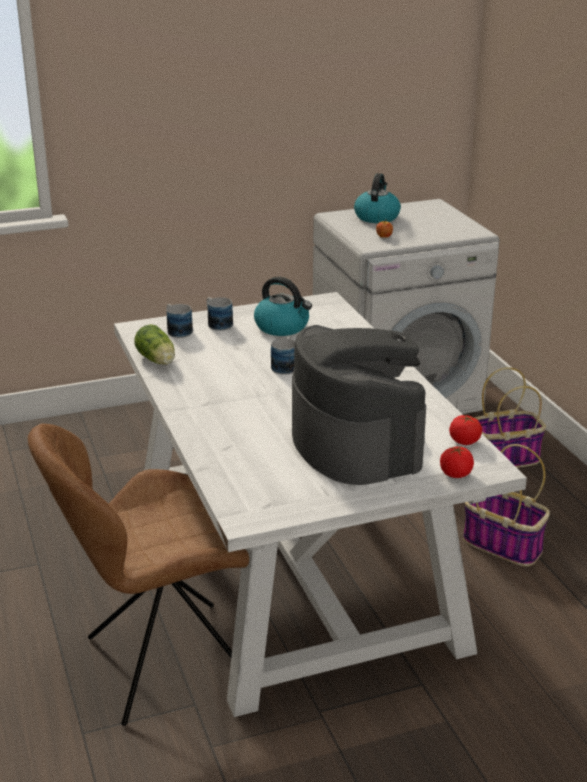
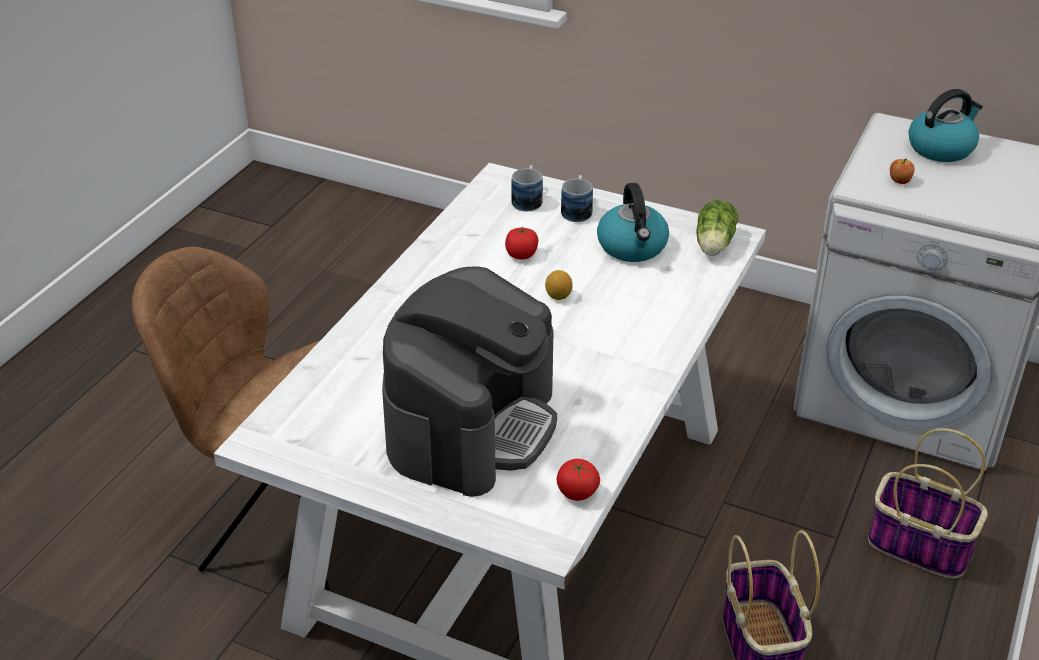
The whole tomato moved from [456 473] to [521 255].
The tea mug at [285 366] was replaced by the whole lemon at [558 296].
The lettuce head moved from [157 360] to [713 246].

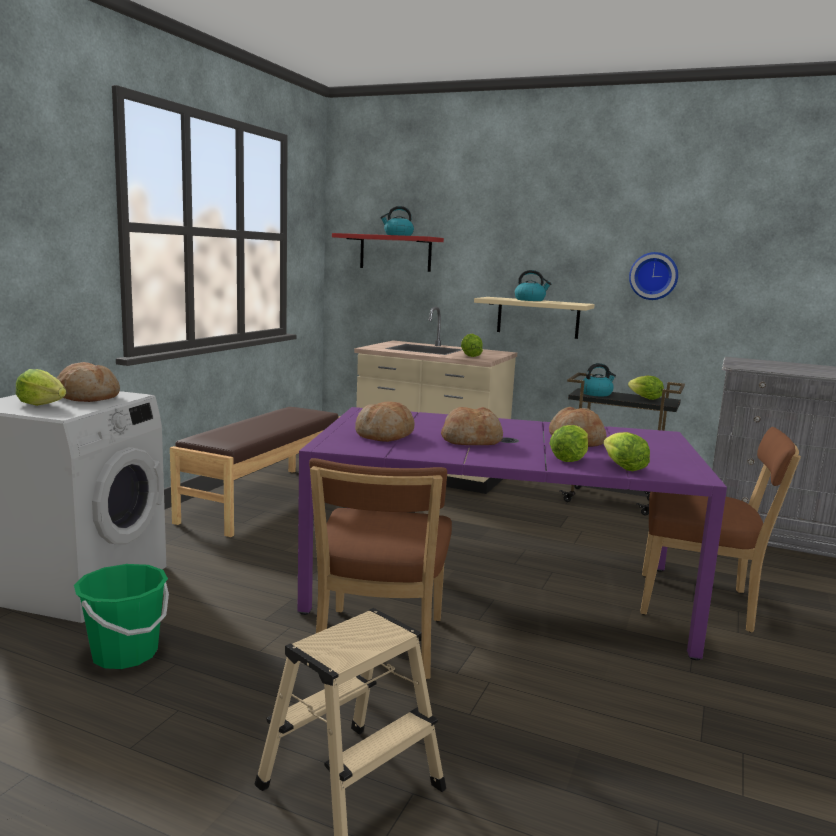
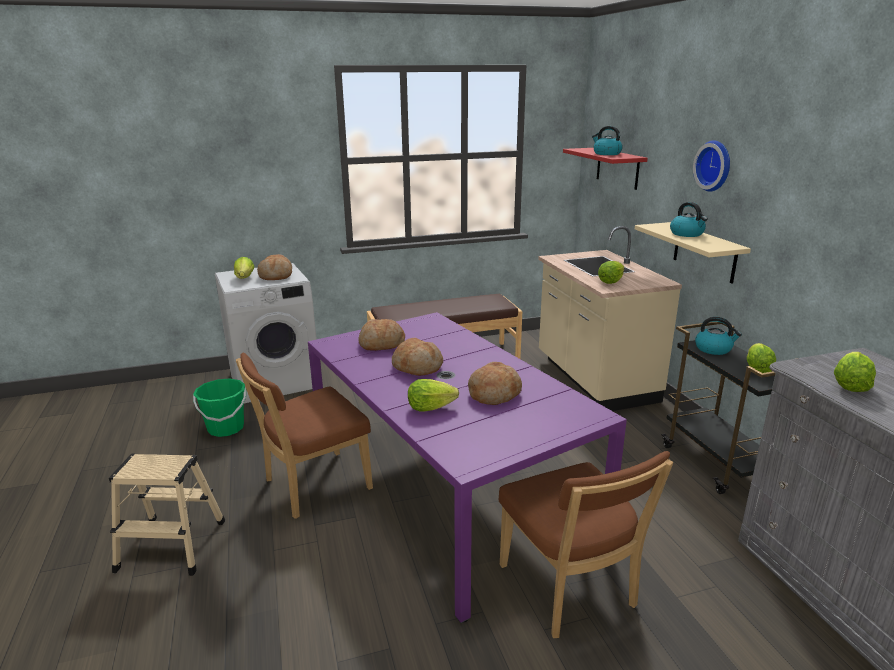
The hanging clock moved from [653 276] to [715 166].
The lettuce head moved from [623 467] to [850 386].

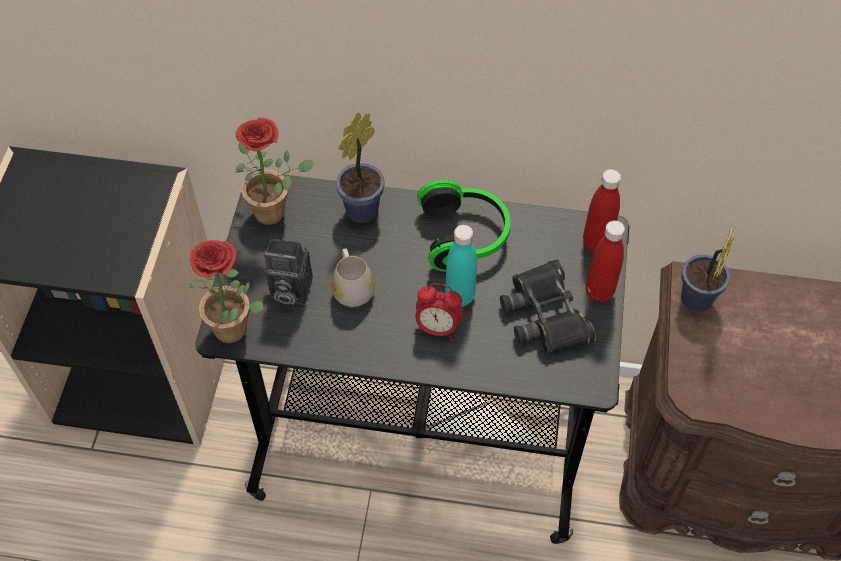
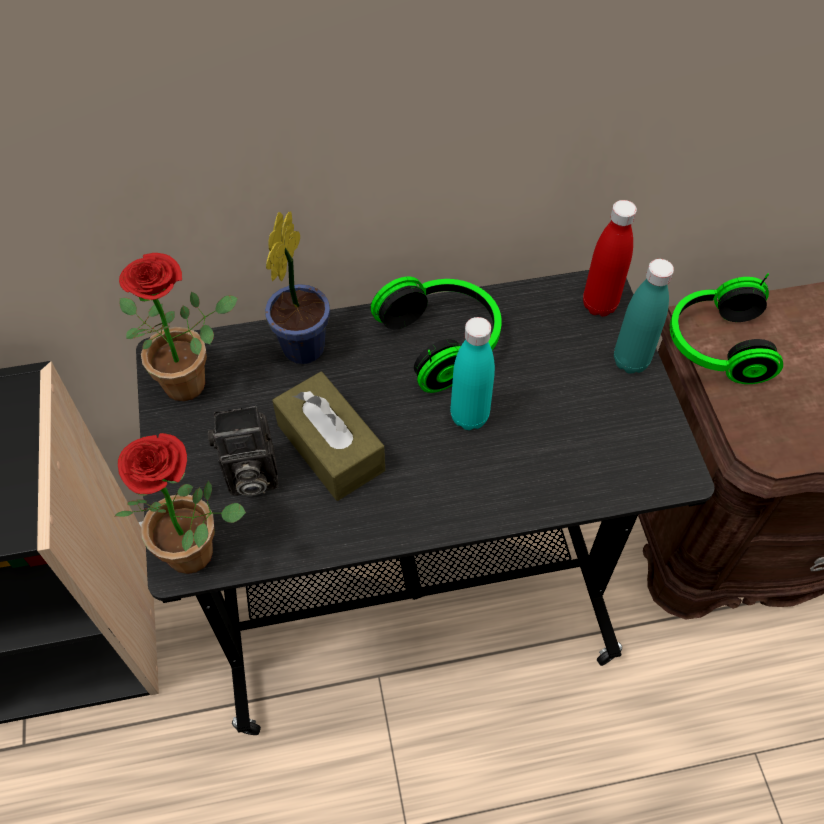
The white-coloured tea mug at [352 288] was replaced by the brown box of tissues at [330 447].
The red-coloured bottle at [599 292] became the blue-green bottle at [630 361].
The plant in a pot at [695 303] was replaced by the pair of headphones at [715 345].
The bedside clock at [437 328] disappeared.
The blackish binoculars at [546 314] disappeared.

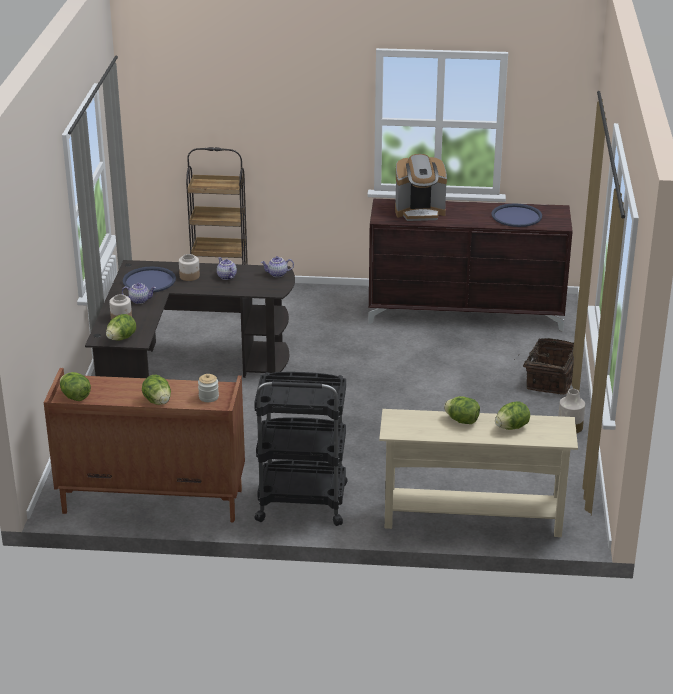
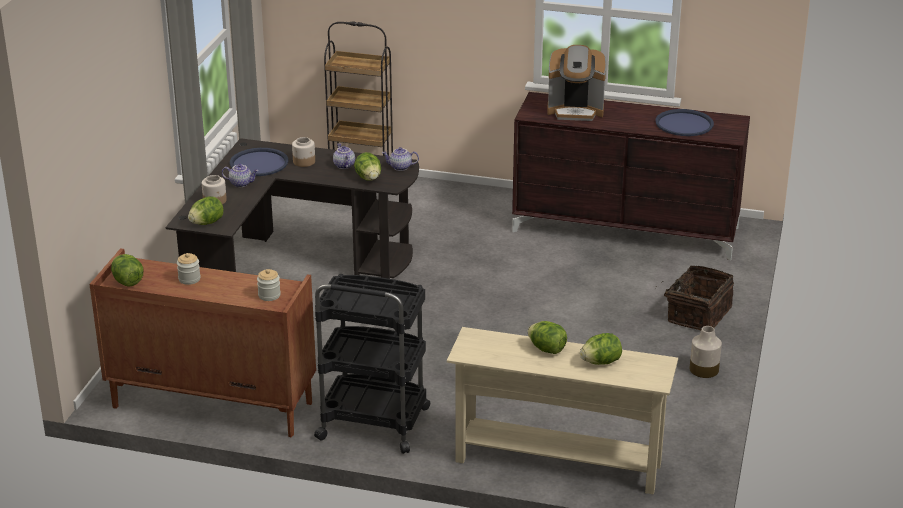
The preserve jar at [189 279] appeared.
The lettuce head moved from [158 401] to [368 178].

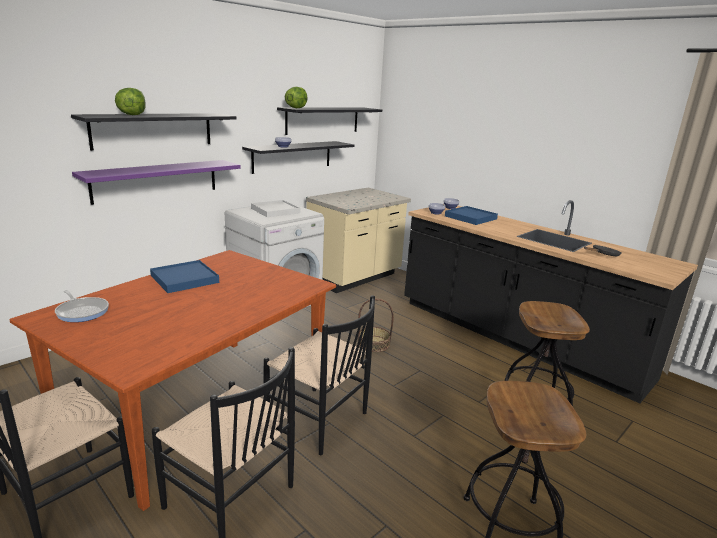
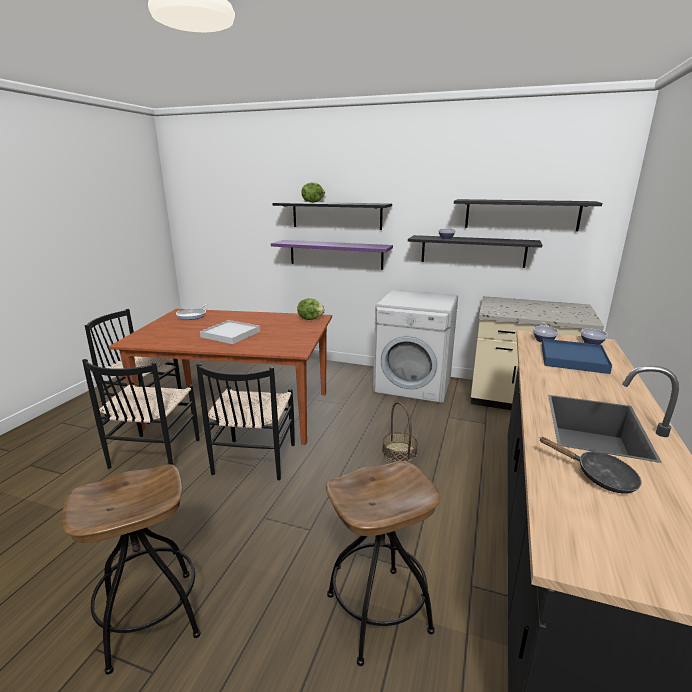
The white-coloured tray moved from [275 211] to [231 334].
The lettuce head moved from [296 108] to [310 318].
The blue tray at [184 279] disappeared.

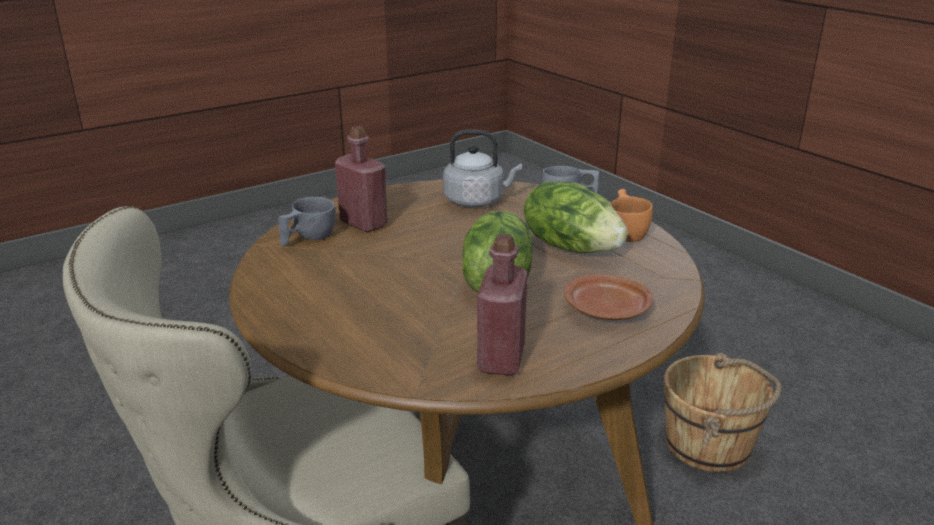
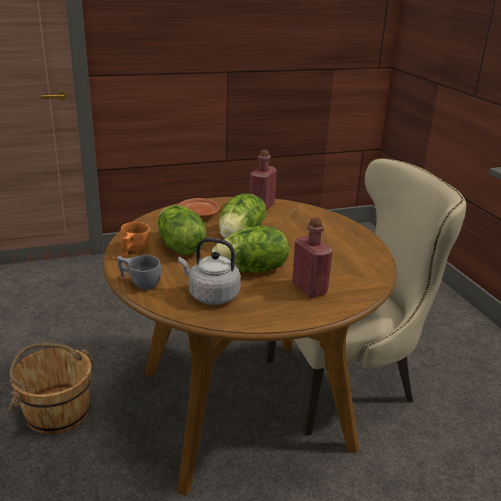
The lettuce head at [252 270] appeared.
The grey drinking cup at [307 238] disappeared.

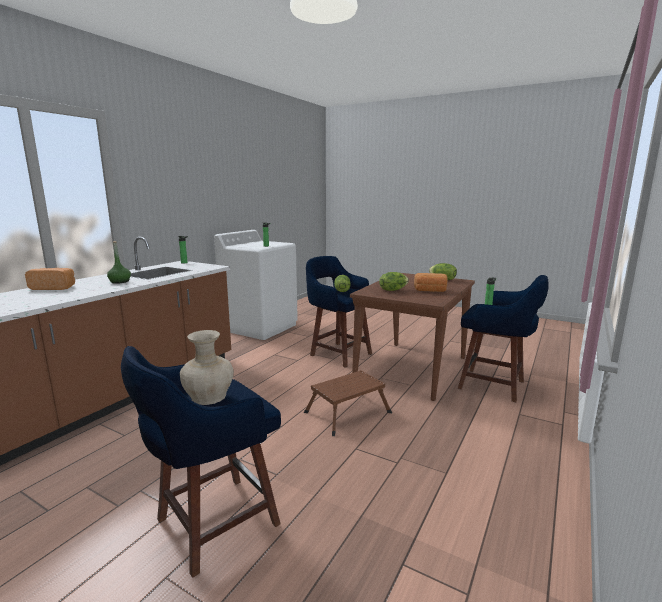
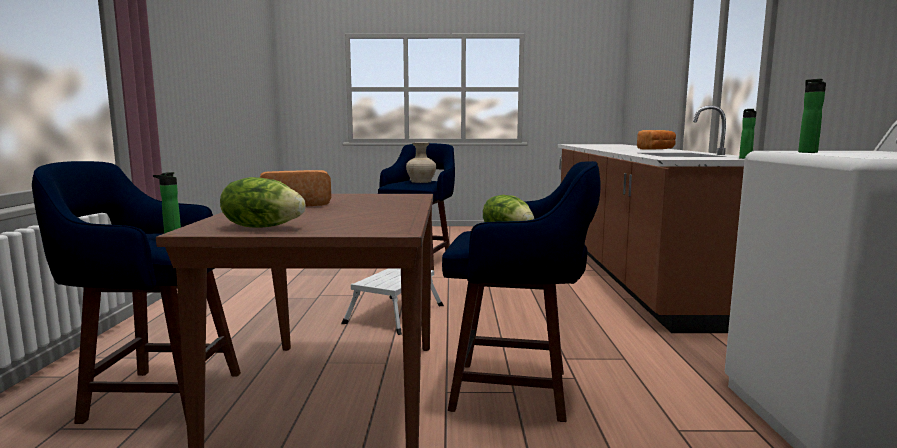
The brown step stool at [347 412] became the white-coloured step stool at [395 314].
The green-coloured bottle at [120 281] disappeared.
The lettuce head at [393 290] disappeared.

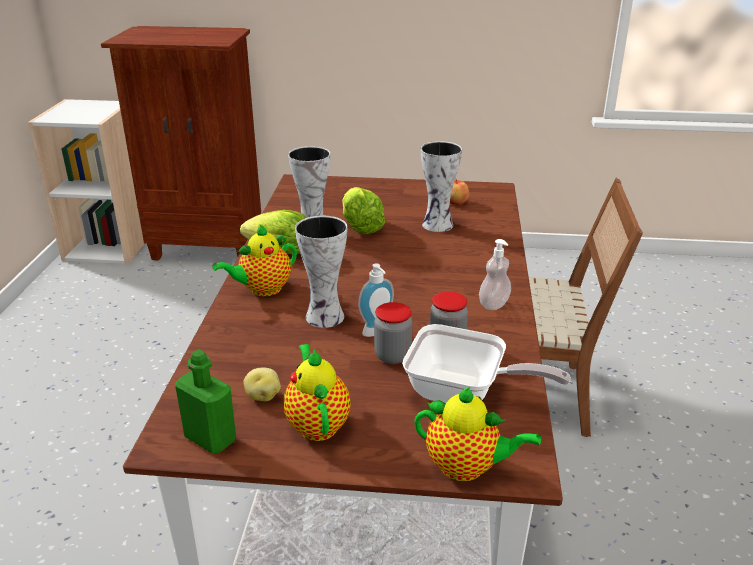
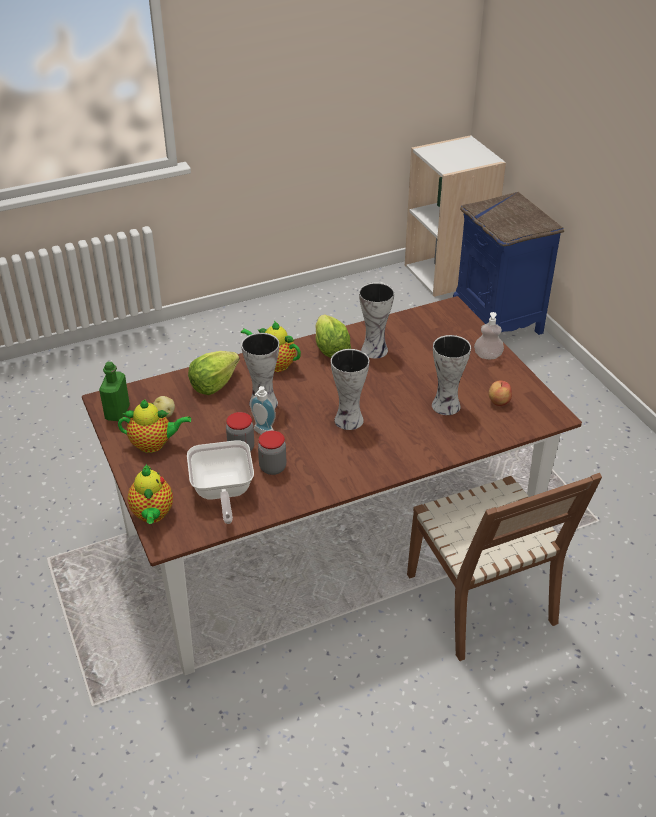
The teapot at [317 423] turned 45 degrees clockwise.
The lettuce head moved from [360 227] to [214 384].
The flower vase at [347 420] appeared.
The brown cupboard at [206 250] was replaced by the blue bedside table at [496 323].
The soap bottle moved from [493 304] to [487 355].

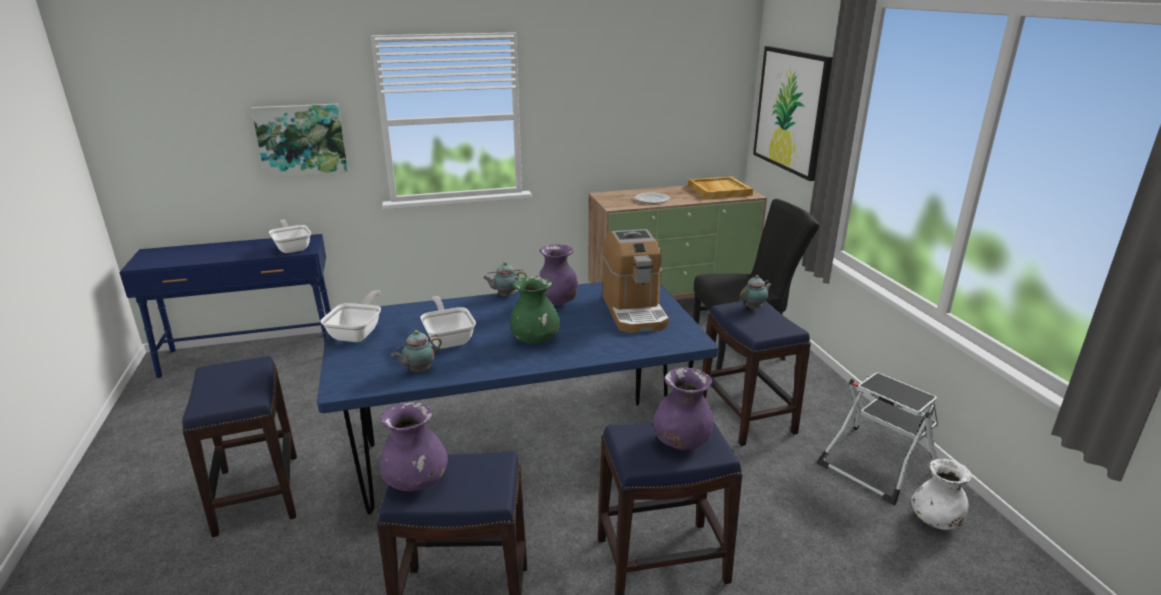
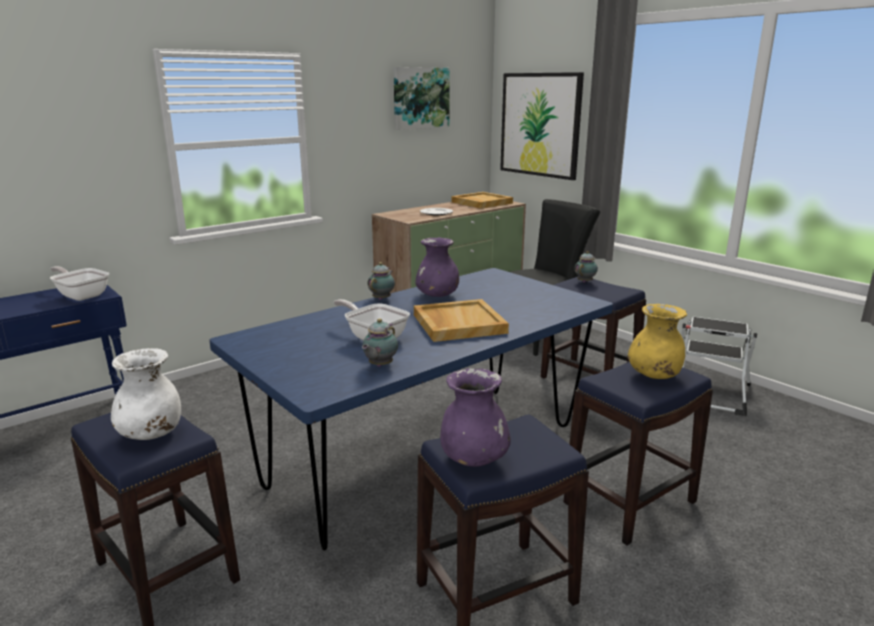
The white-coloured flower vase moved from [935 521] to [151 434].
The teapot at [505 296] turned 150 degrees clockwise.
The wall art moved from [301 139] to [420 98].
The green-coloured flower vase at [535 339] was replaced by the sand-coloured tray at [458 323].
The purple flower vase at [681 442] became the yellow-coloured flower vase at [654 375].
The frying pan at [358 333] disappeared.
The coffee brewer at [634 311] disappeared.

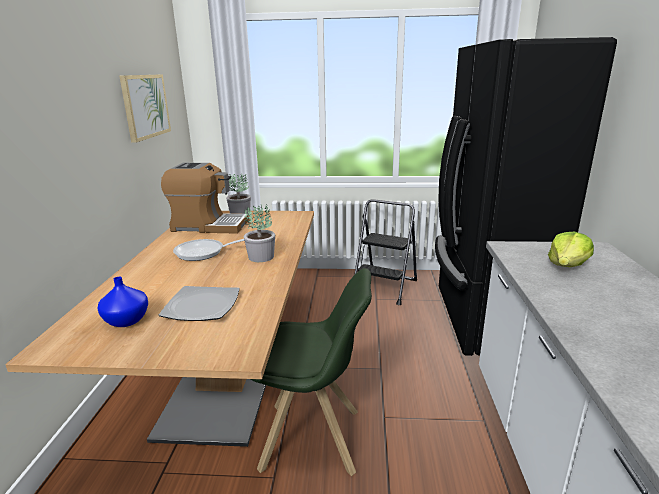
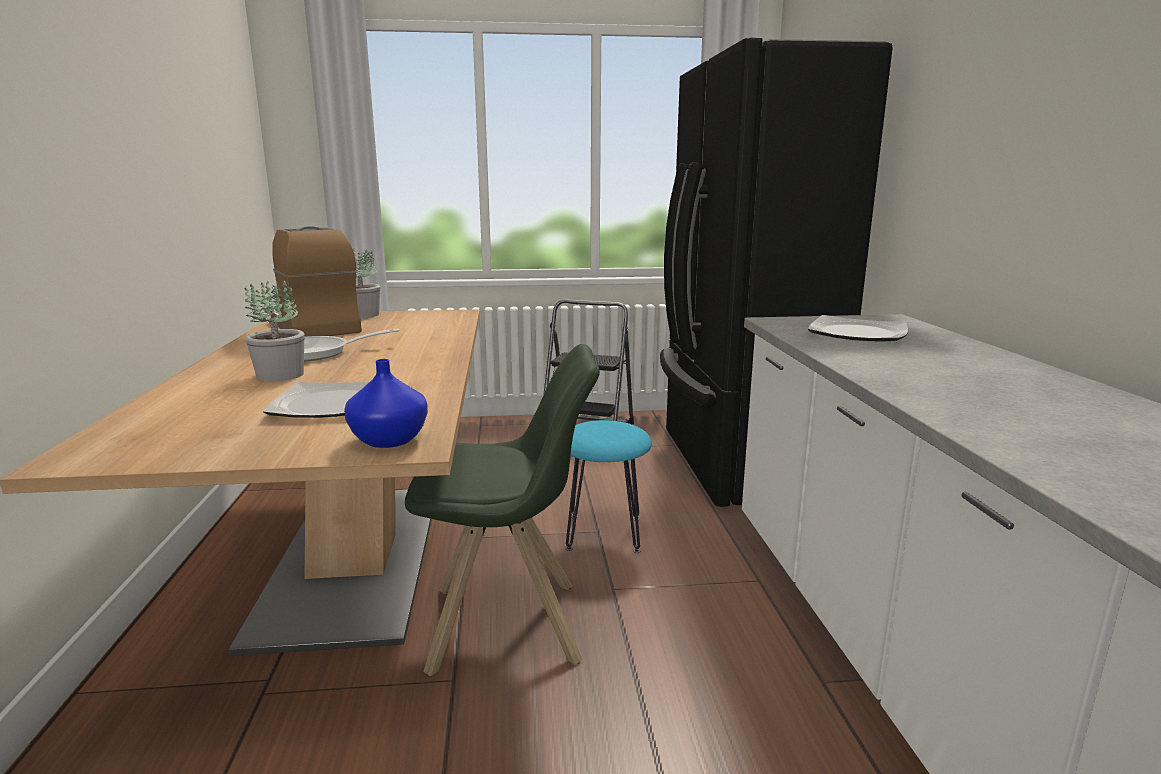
The plant in a pot moved from [261 257] to [281 375].
The coffee brewer at [209 226] turned 120 degrees counterclockwise.
The blue flower vase moved from [127 321] to [390 440].
The blue-green stool seat at [603 533] appeared.
The lettuce head at [567 266] was replaced by the plate at [858 333].
The wall art at [145 106] disappeared.

